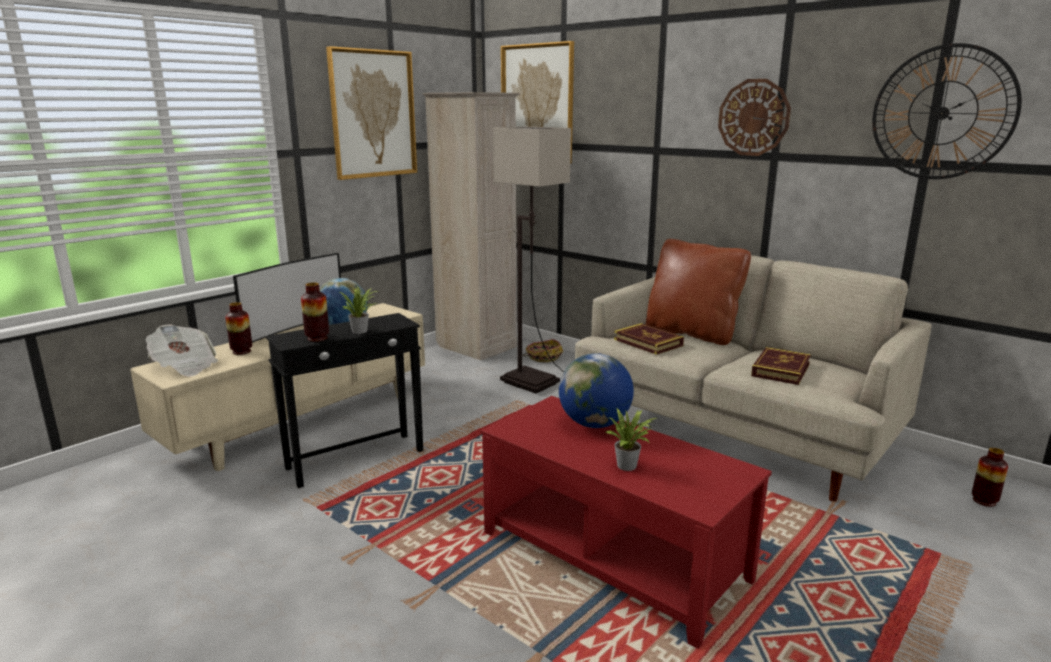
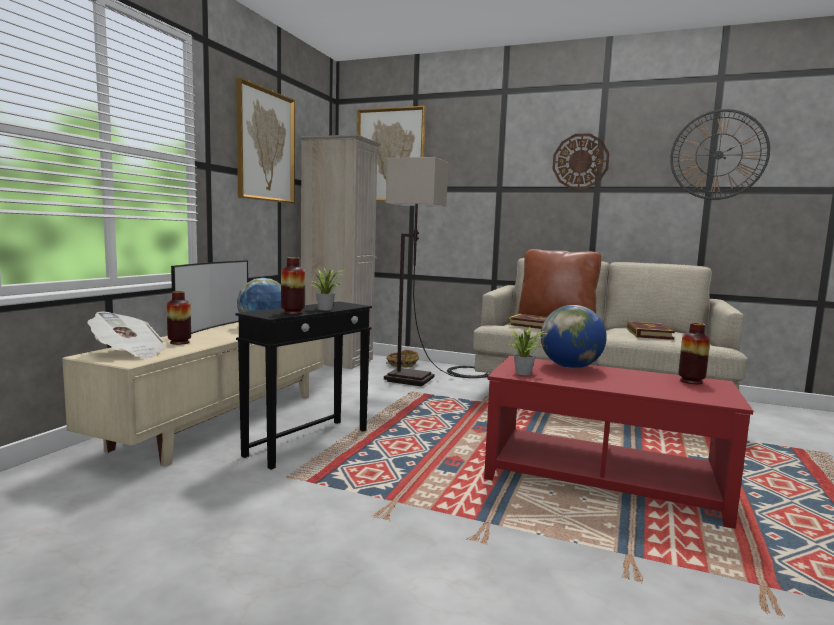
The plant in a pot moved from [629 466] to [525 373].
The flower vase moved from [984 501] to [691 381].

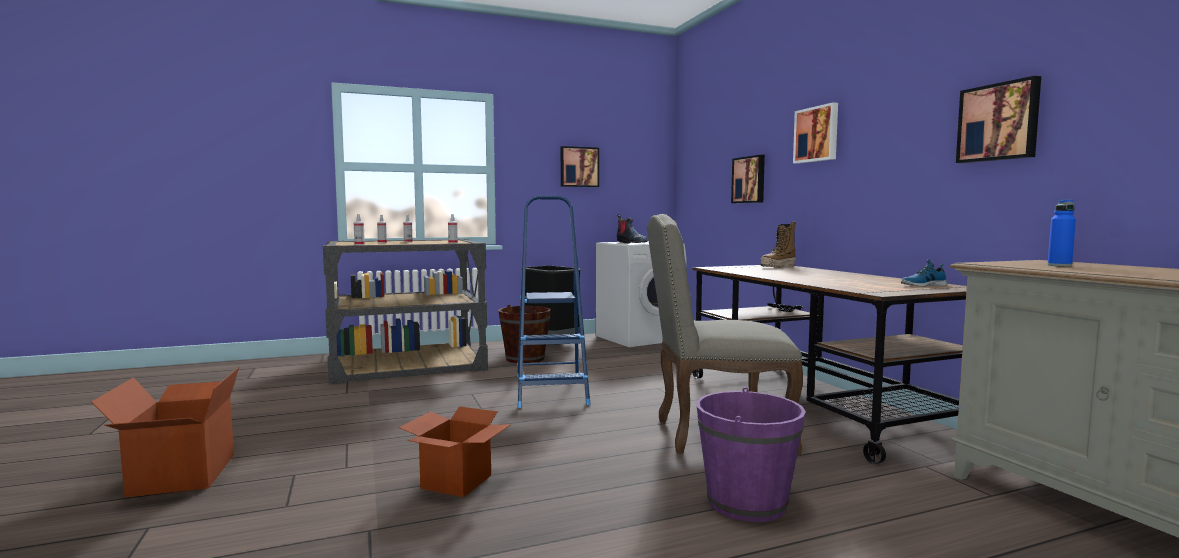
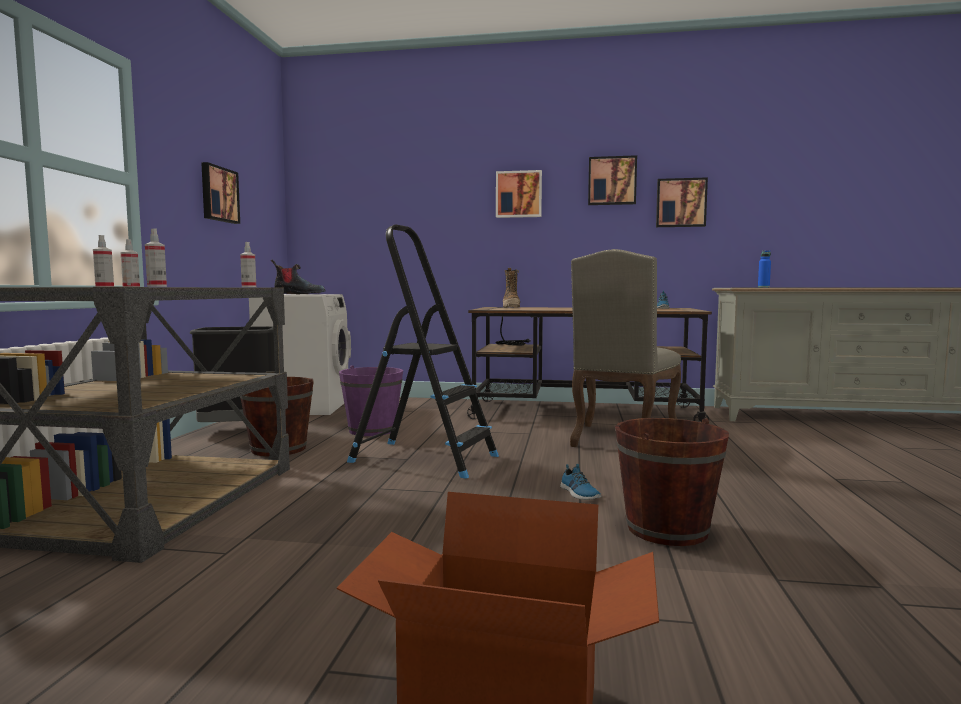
The purple pail moved from [746 503] to [372 430].
The blue step stool at [551 390] became the blackish step stool at [425 459].
The item of footwear at [579 493] appeared.
The wall art moved from [749 180] to [612 181].
The packing box at [456 482] was replaced by the brown pail at [667 529].

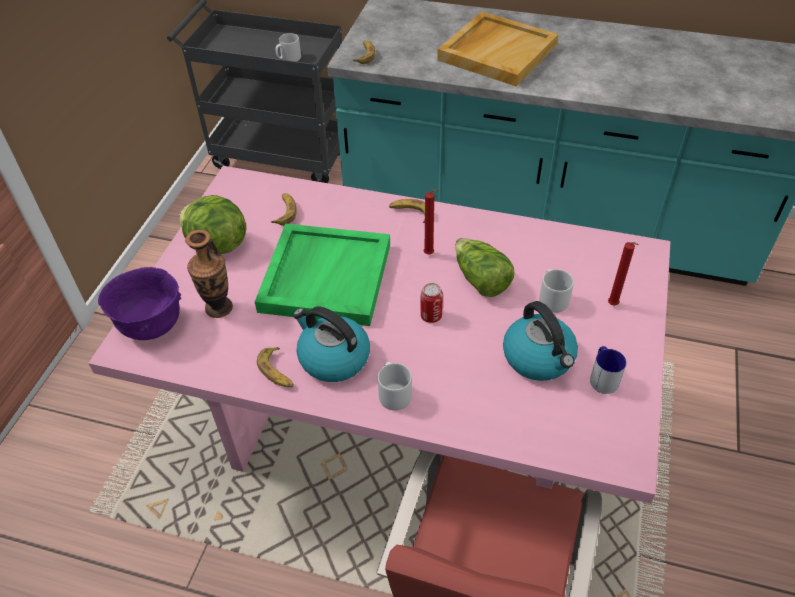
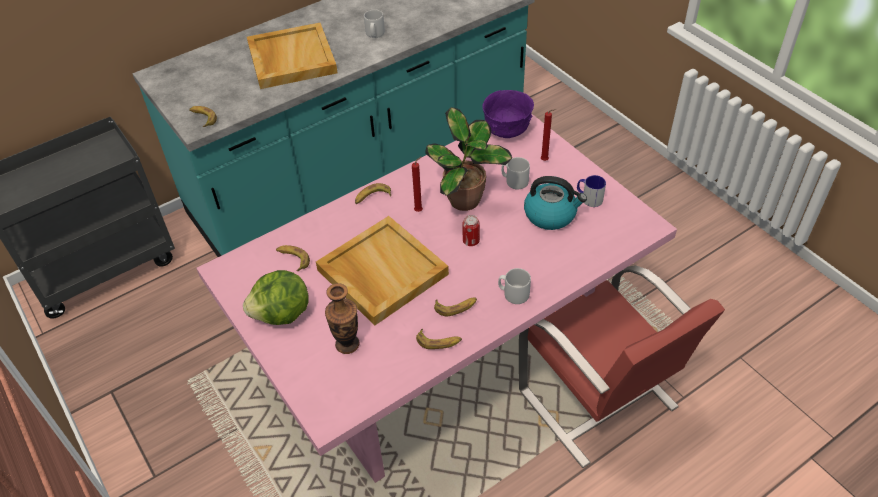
The green-coloured tray at [325 276] became the sand-coloured tray at [381 272].
The grey tea mug moved from [288 58] to [374 34].
The lettuce head at [480 279] was replaced by the plant in a pot at [466 201].
The water kettle at [333 358] was replaced by the banana at [456 307].
The purple serving bowl moved from [151 326] to [506 131].

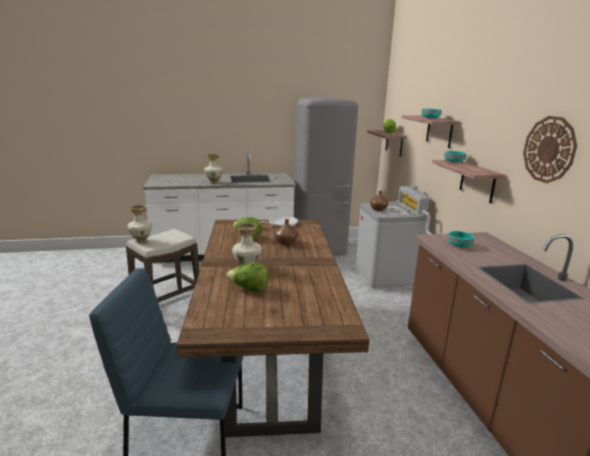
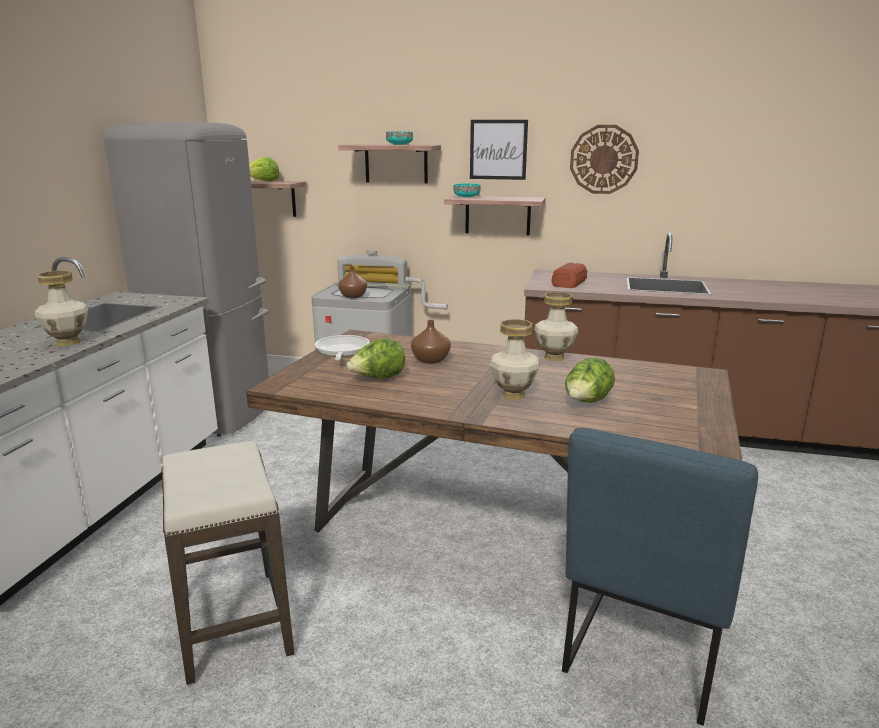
The wall art at [498 149] appeared.
The flower vase moved from [141 241] to [554 357].
The blue-green serving bowl at [459 245] was replaced by the baked bread at [569 283].

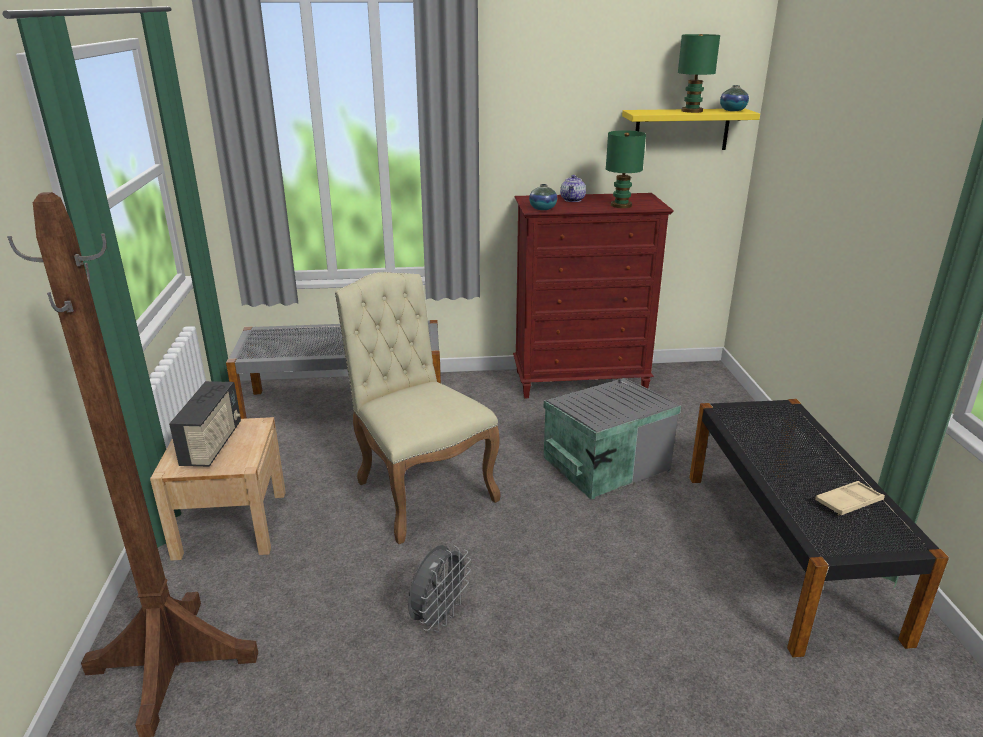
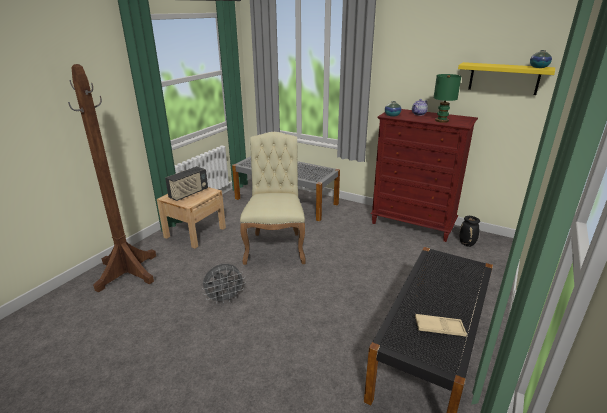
The blackish flower vase at [467 244] appeared.
The grey storage bin at [604 463] disappeared.
The green-coloured lamp for a table at [691 111] disappeared.

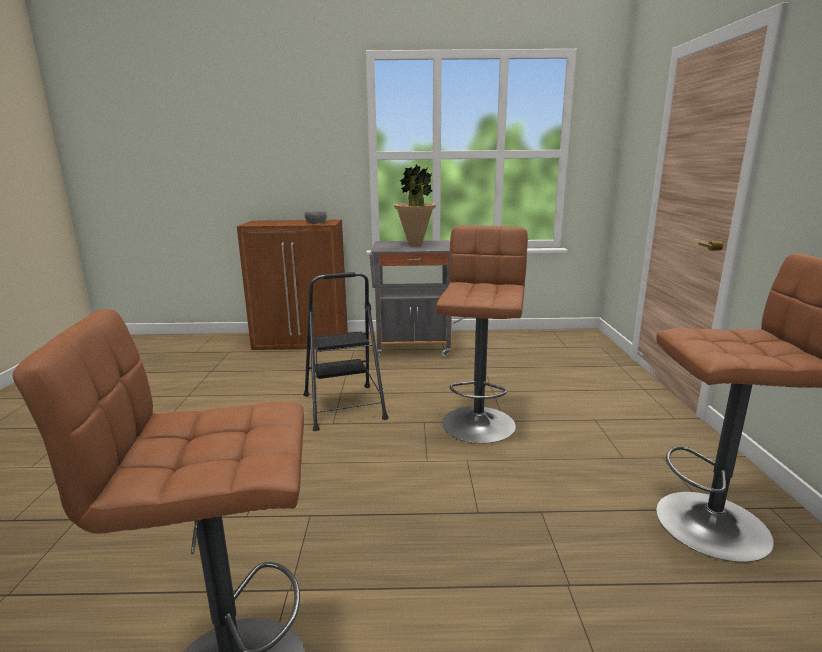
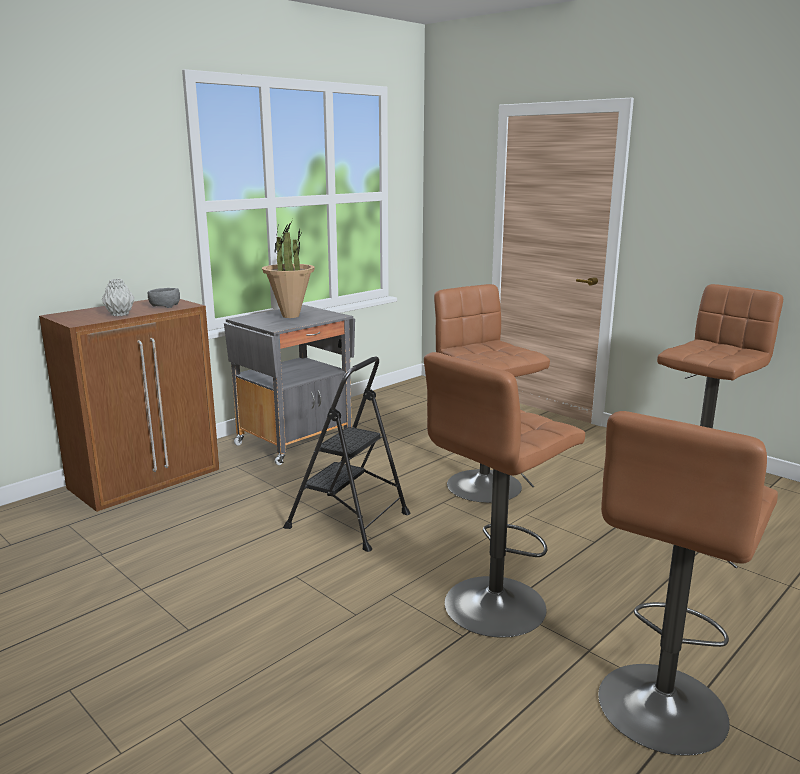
The grey flower vase at [119 314] appeared.
The brown stool seat at [493 606] appeared.

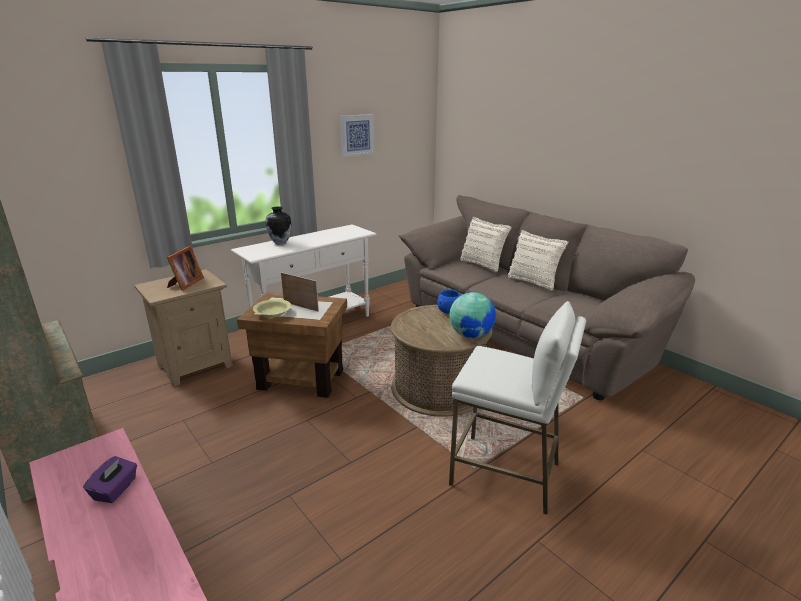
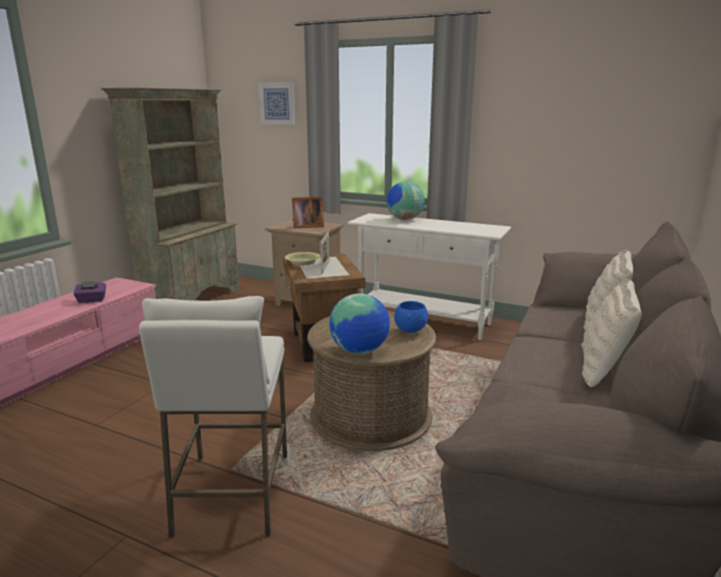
The wall art moved from [357 135] to [277 103].
The flower vase at [280 243] was replaced by the desk globe at [404 219].

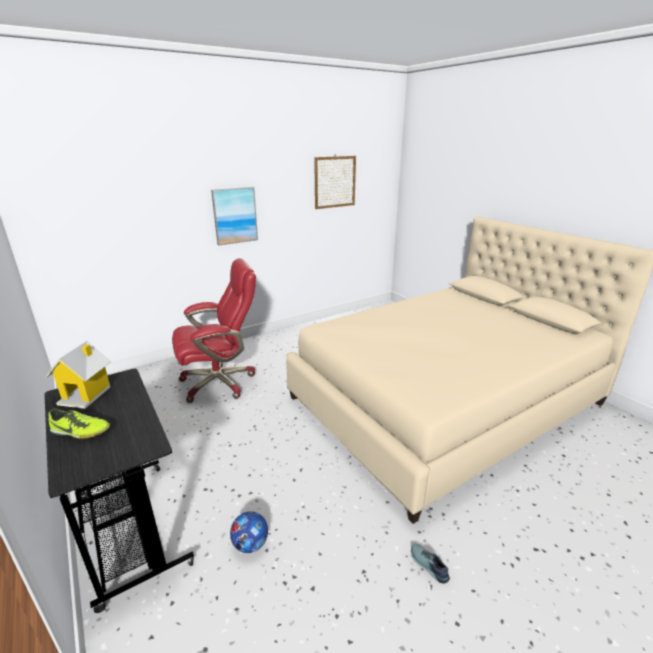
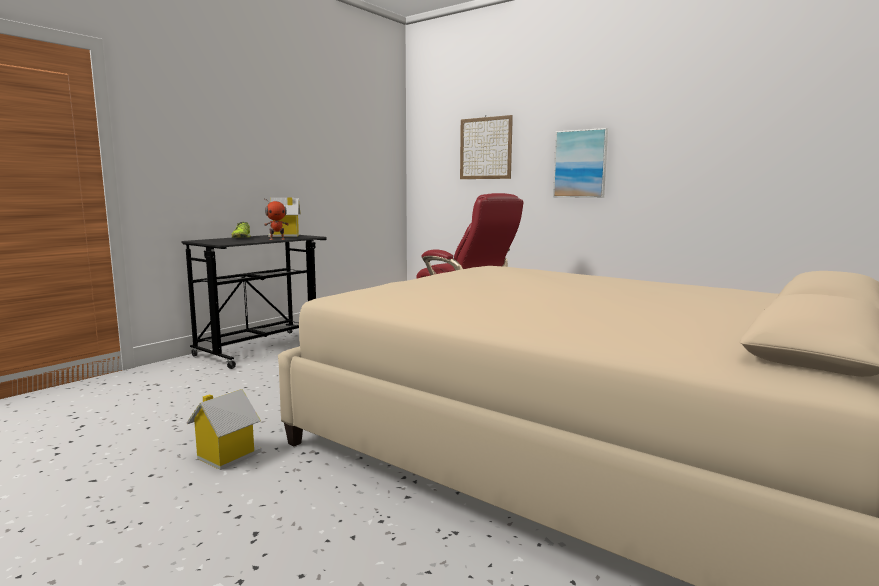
The item of footwear at [428 566] was replaced by the model house at [226 456].
The robot figure at [277 239] appeared.
The wall art moved from [335 181] to [485 147].
The football at [250 544] disappeared.

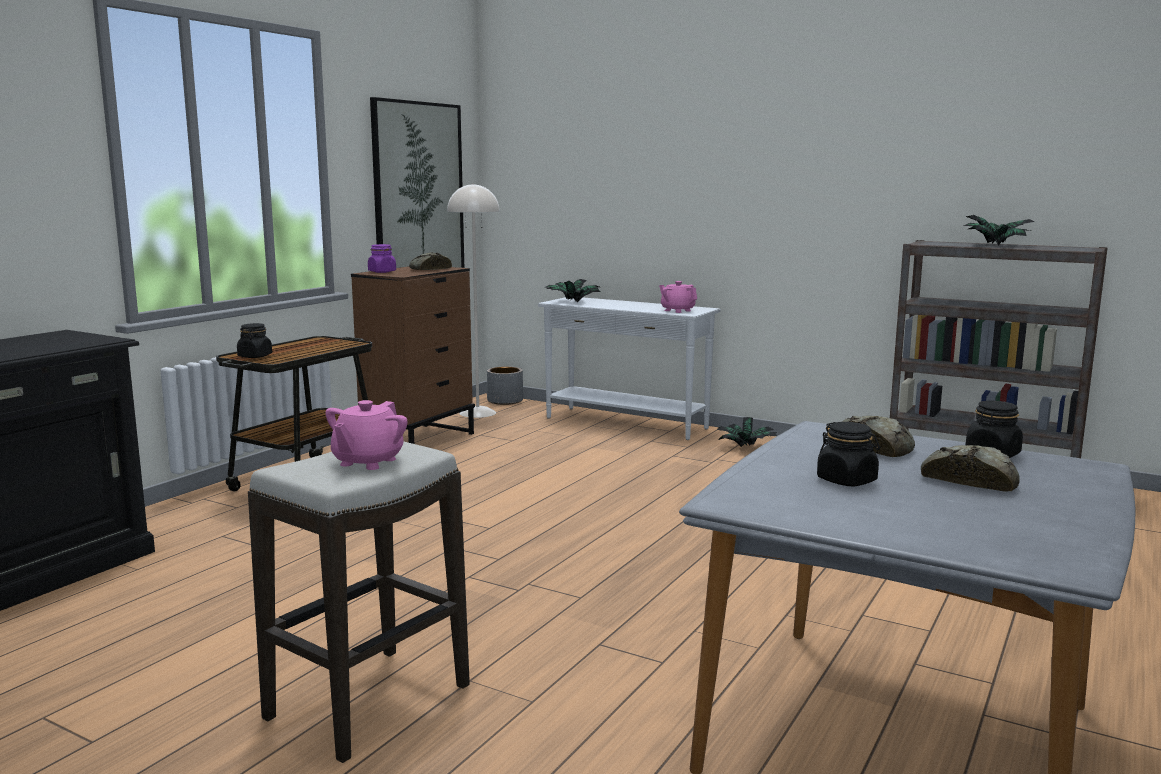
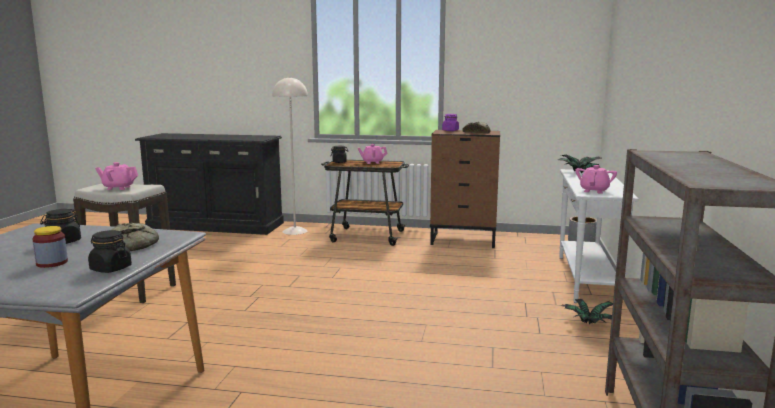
The baked bread at [969 480] was replaced by the preserve jar at [52 263].
The sand-coloured standing lamp moved from [478 413] to [295 231].
The pink teapot at [372 162] appeared.
The wall art at [418 191] disappeared.
The plant in a pot at [996 245] disappeared.

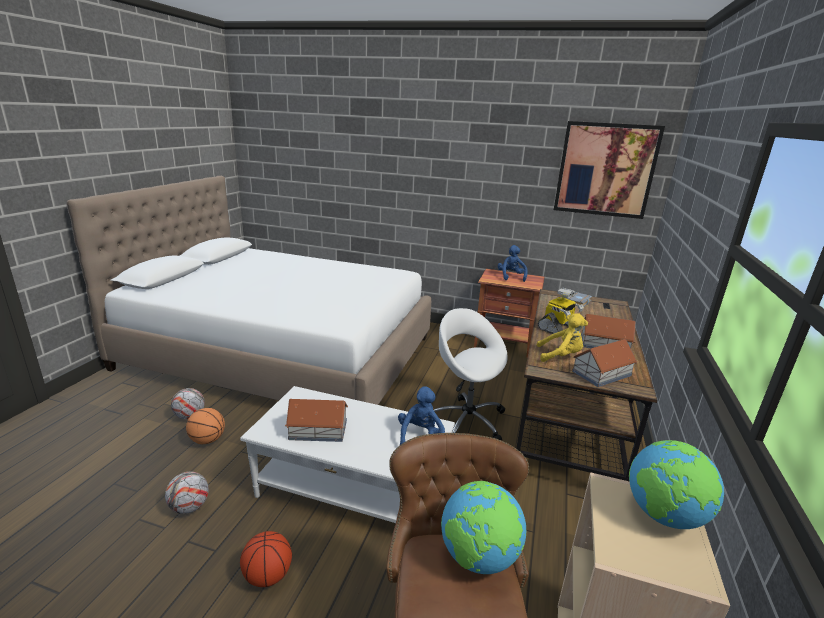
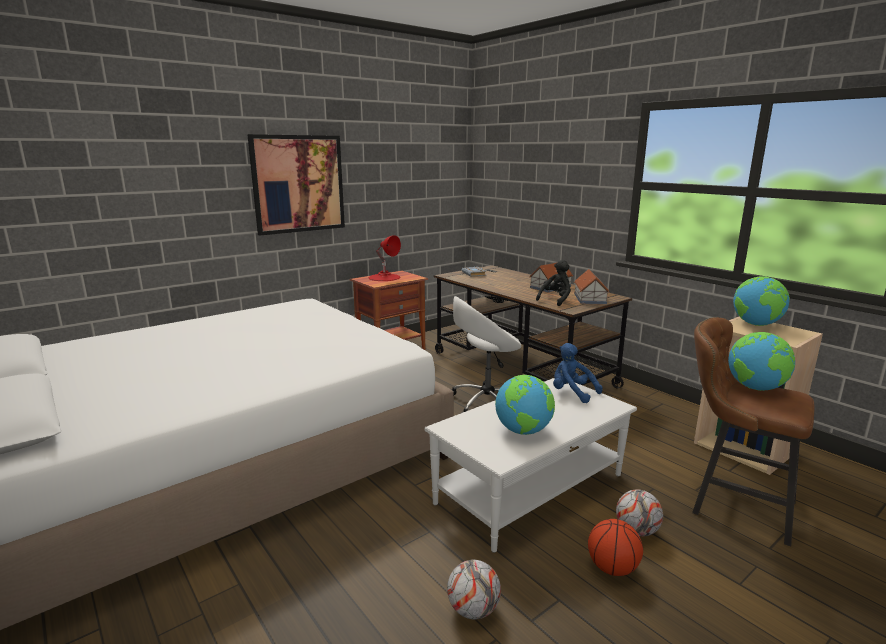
The wall art moved from [605 170] to [298 184].
The blue cuddly toy at [511 276] was replaced by the red-coloured lamp for a table at [384 277].
The model house at [318 430] was replaced by the desk globe at [523 431].
The yellow-coloured cuddly toy at [560 356] became the blackish cuddly toy at [555 300].
The football moved from [190 416] to [636 531].
The basketball ball at [207 440] disappeared.
The robot figure at [557 327] disappeared.

